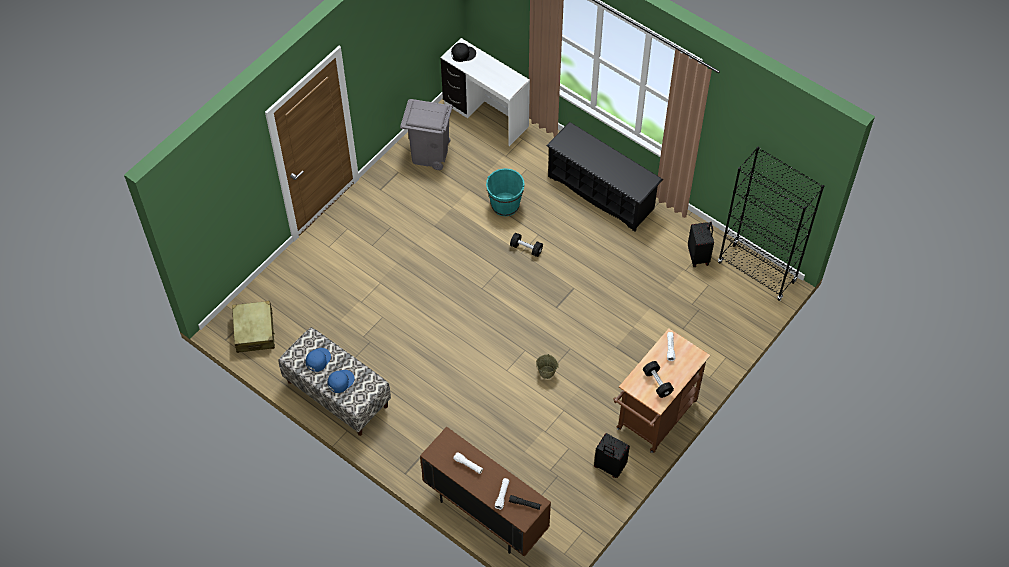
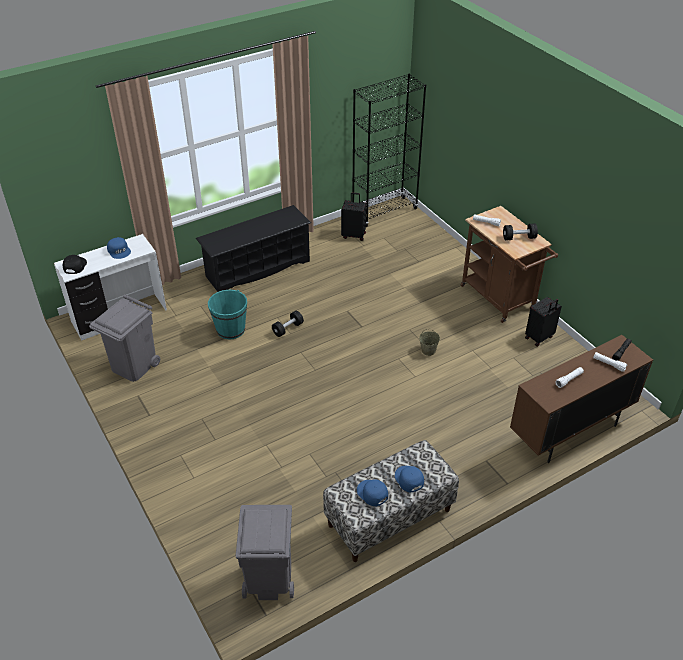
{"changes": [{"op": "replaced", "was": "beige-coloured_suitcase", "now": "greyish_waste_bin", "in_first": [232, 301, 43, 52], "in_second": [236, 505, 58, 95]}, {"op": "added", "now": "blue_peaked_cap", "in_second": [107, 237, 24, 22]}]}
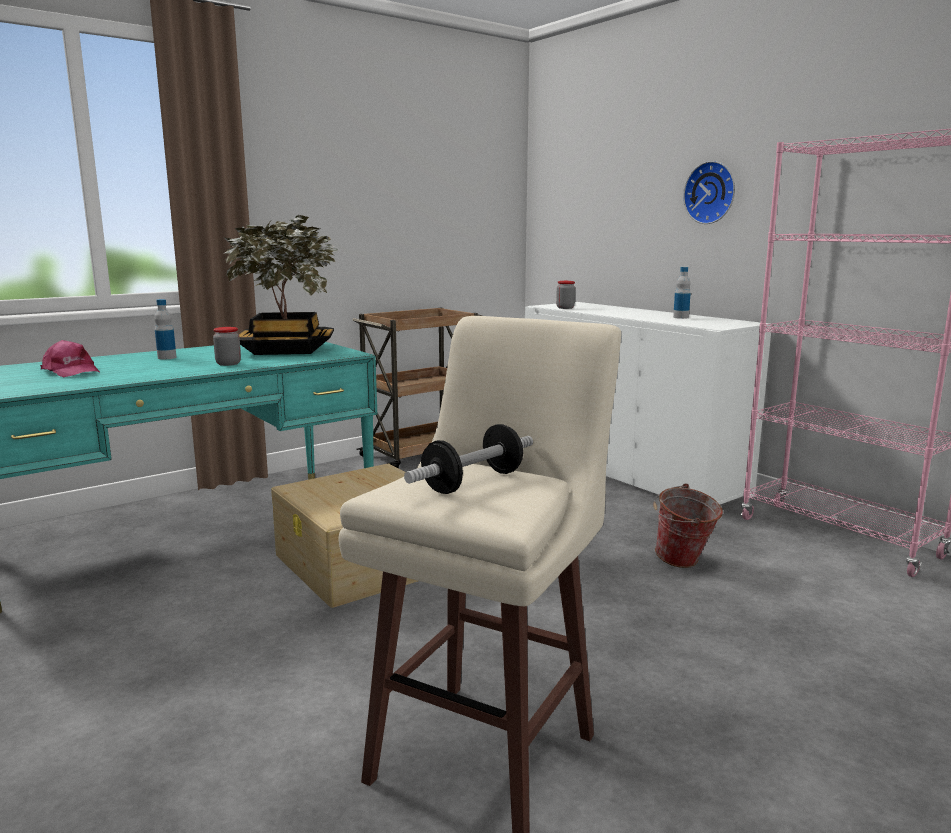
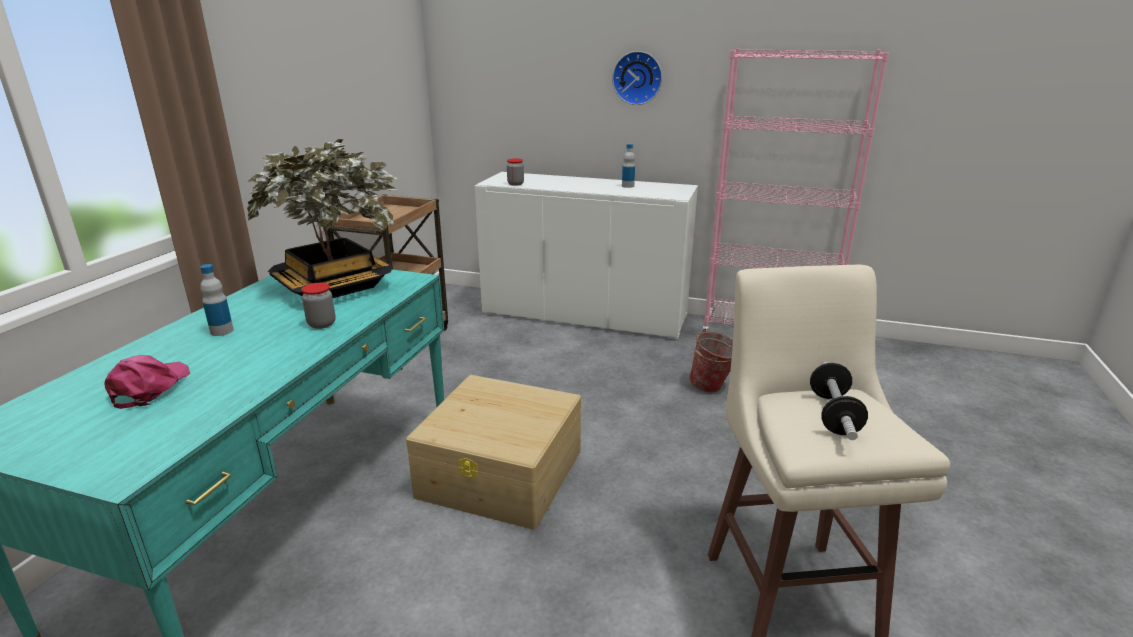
{"changes": [{"op": "turned", "was": "pinkish_peaked_cap", "in_first": [40, 340, 60, 37], "in_second": [105, 355, 85, 54], "clockwise": -90}]}
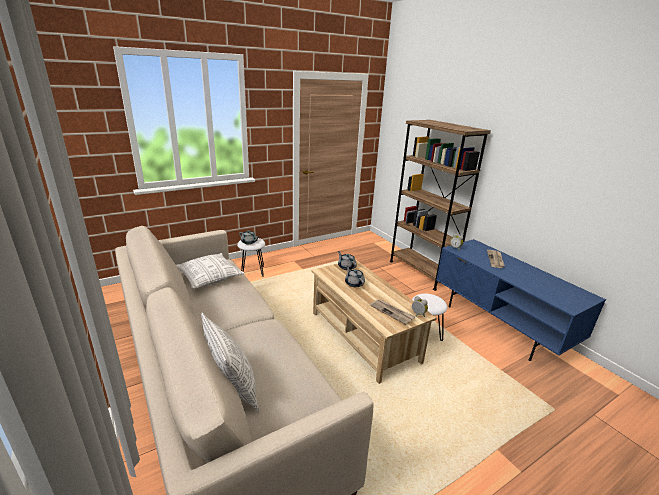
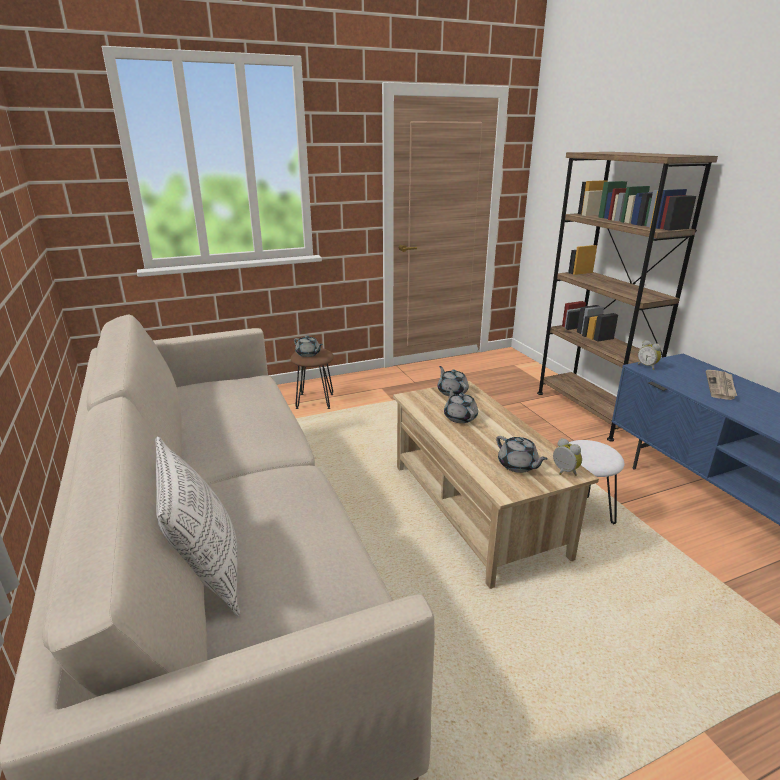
{"changes": [{"op": "recoloured", "was": "whitish_stool_seat", "now": "brown-coloured_stool_seat", "in_first": [237, 238, 28, 39], "in_second": [291, 348, 43, 61]}, {"op": "removed", "was": "throw_pillow", "in_first": [176, 253, 69, 36]}, {"op": "replaced", "was": "newspaper", "now": "greyish_pot_for_tea", "in_first": [370, 299, 46, 26], "in_second": [496, 436, 52, 37]}]}
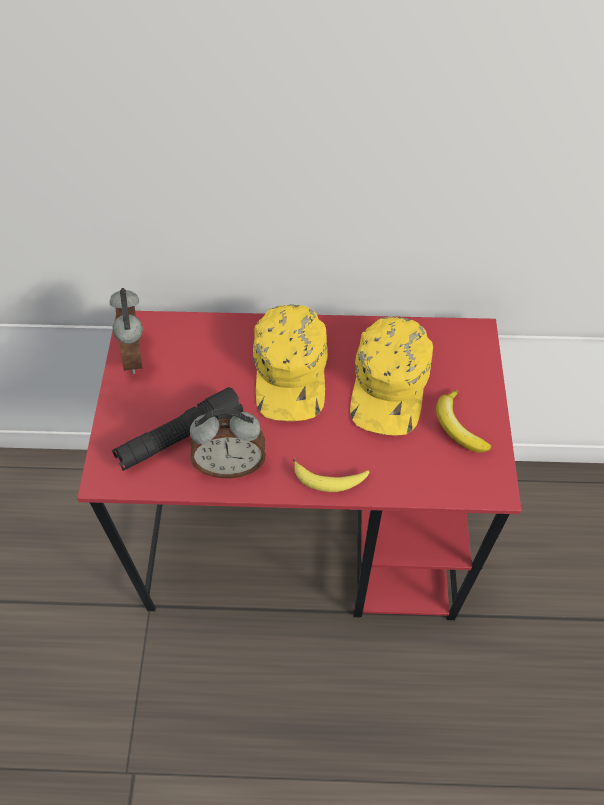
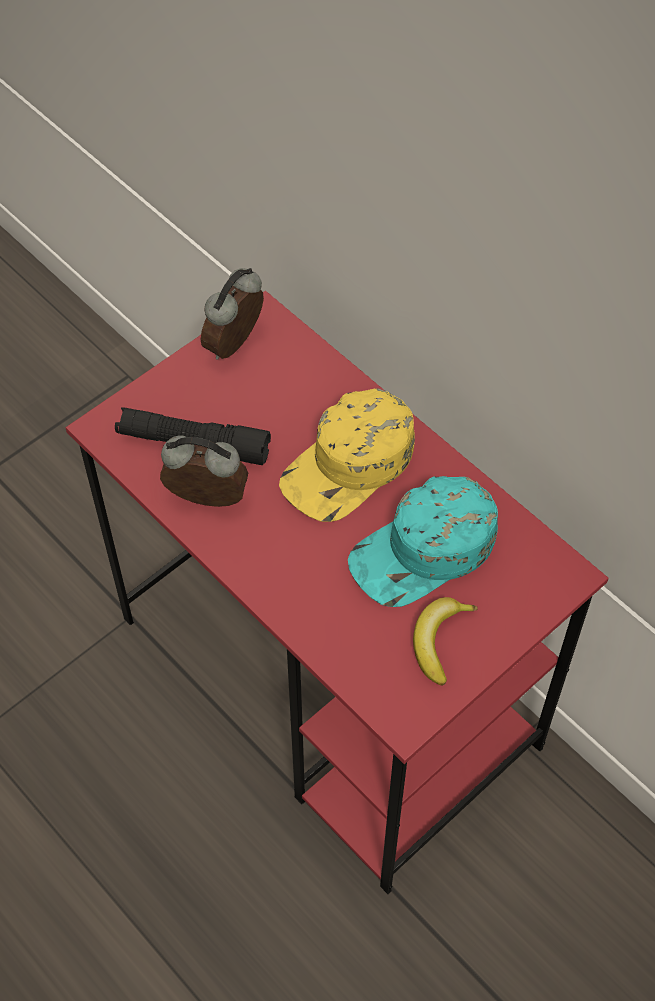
{"changes": [{"op": "recoloured", "was": "yellowish_peaked_cap", "now": "blue-green_peaked_cap", "in_first": [350, 317, 83, 119], "in_second": [348, 476, 150, 131]}, {"op": "turned", "was": "alarm_clock", "in_first": [190, 409, 76, 69], "in_second": [160, 435, 88, 72], "clockwise": 150}, {"op": "removed", "was": "whole_banana", "in_first": [293, 458, 76, 34]}]}
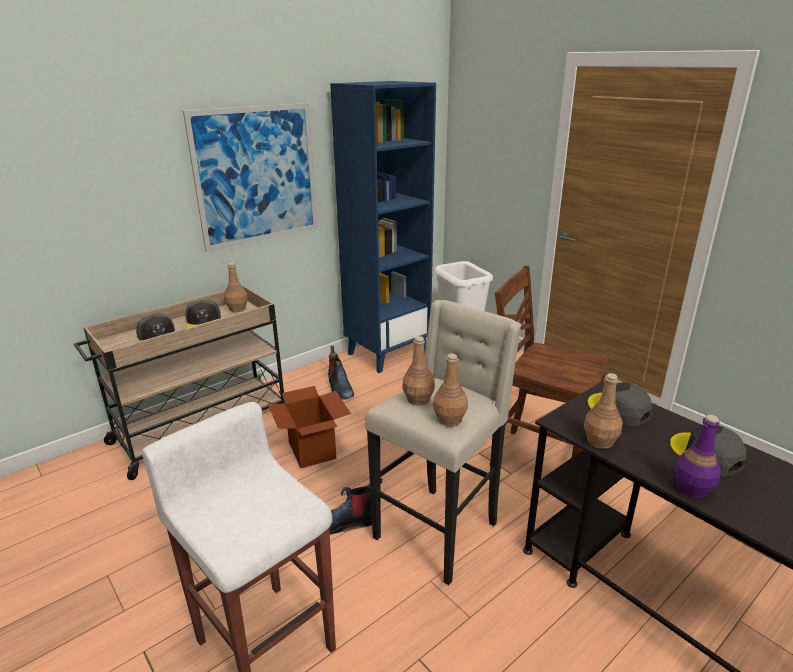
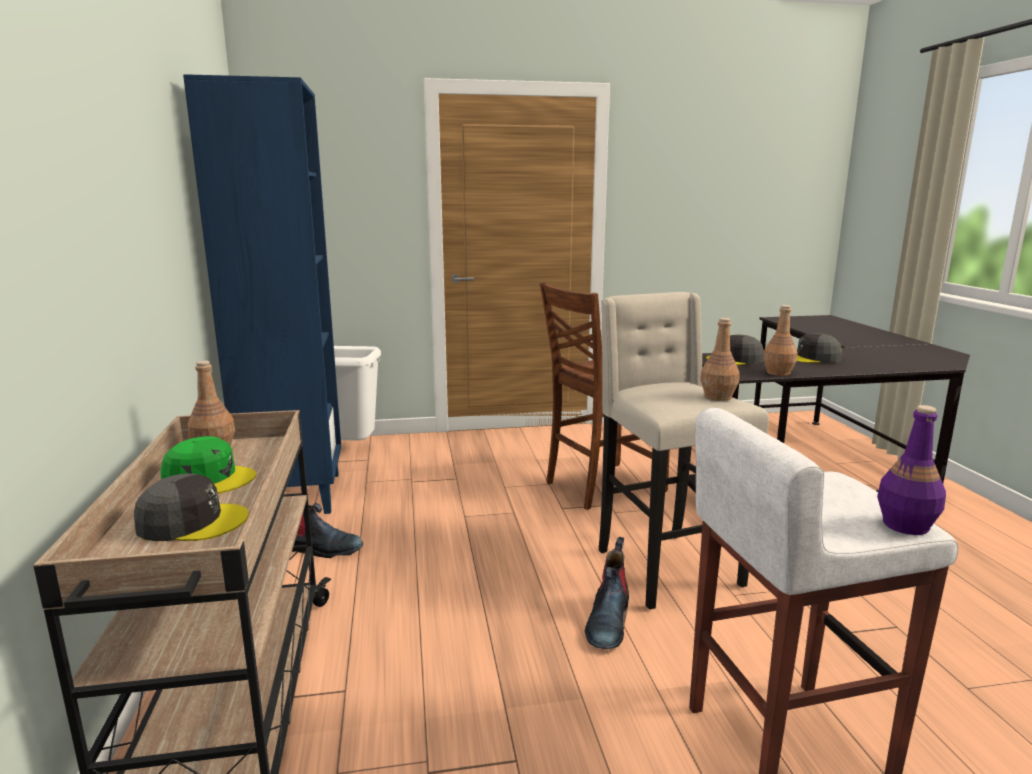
{"changes": [{"op": "removed", "was": "wall_art", "in_first": [183, 103, 134, 149]}, {"op": "recoloured", "was": "greyish_peaked_cap", "now": "green-coloured_peaked_cap", "in_first": [186, 300, 35, 28], "in_second": [160, 436, 96, 57]}, {"op": "removed", "was": "brown-coloured_drink_bottle", "in_first": [402, 336, 33, 70]}, {"op": "removed", "was": "cardboard_box", "in_first": [267, 386, 84, 82]}, {"op": "moved", "was": "purple-coloured_drink_bottle", "in_first": [674, 415, 47, 83], "in_second": [877, 405, 69, 130]}]}
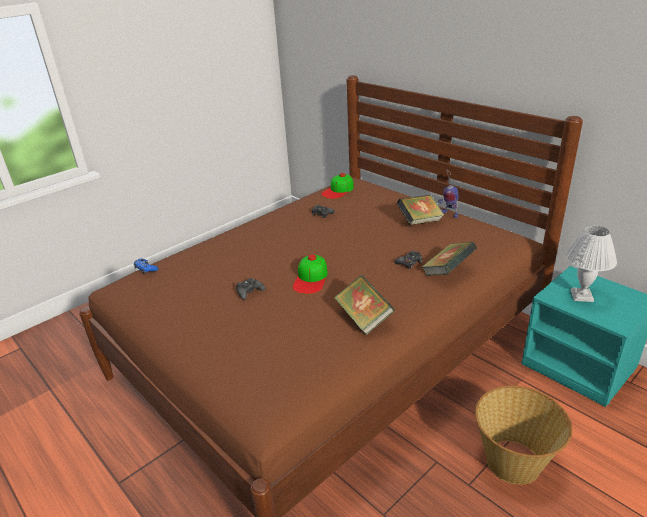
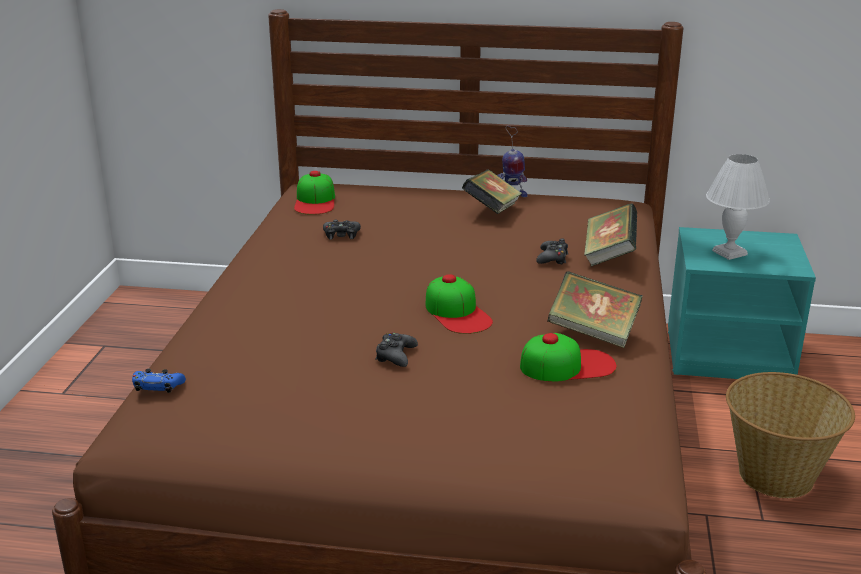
{"changes": [{"op": "added", "now": "peaked_cap", "in_second": [520, 333, 97, 49]}]}
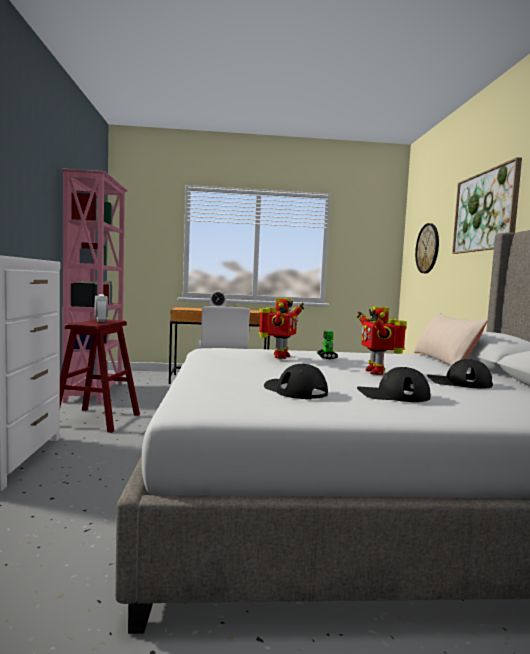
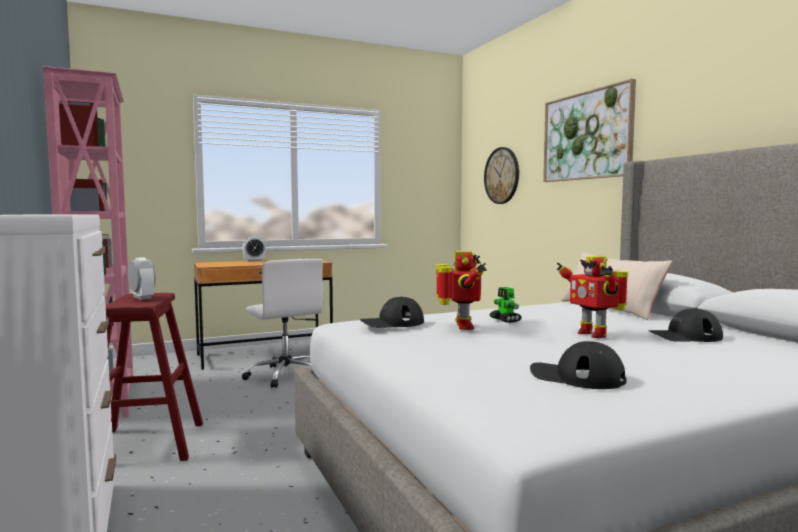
{"changes": [{"op": "moved", "was": "black-coloured_peaked_cap", "in_first": [357, 367, 74, 35], "in_second": [360, 297, 64, 31]}]}
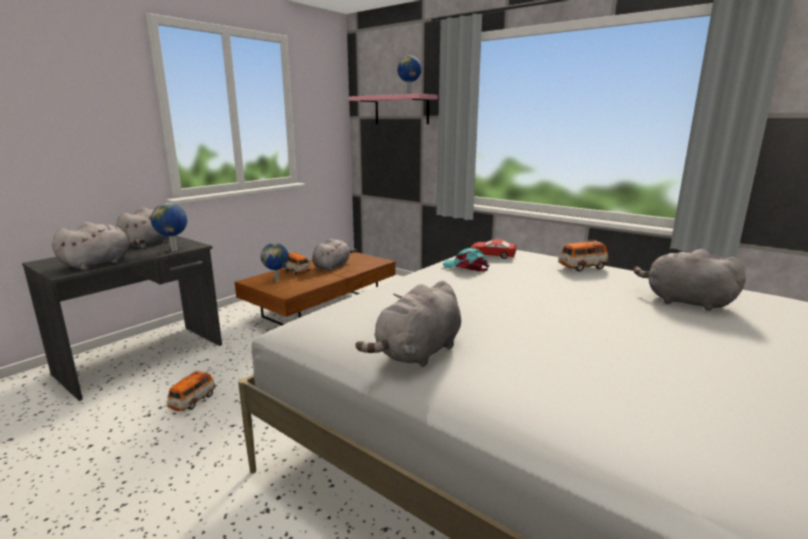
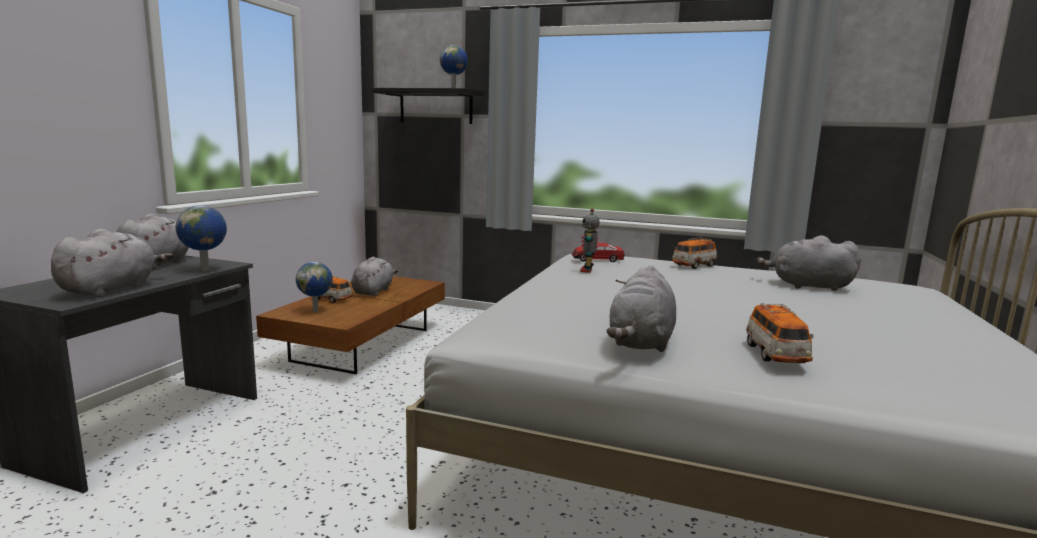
{"changes": [{"op": "recoloured", "was": "pinkish_bracket_shelf", "now": "black-coloured_bracket_shelf", "in_first": [349, 94, 89, 30], "in_second": [372, 88, 112, 36]}, {"op": "replaced", "was": "blue-green_peaked_cap", "now": "robot_figure", "in_first": [443, 248, 46, 24], "in_second": [580, 209, 19, 64]}, {"op": "moved", "was": "miniature_car", "in_first": [166, 370, 50, 41], "in_second": [746, 303, 67, 60]}]}
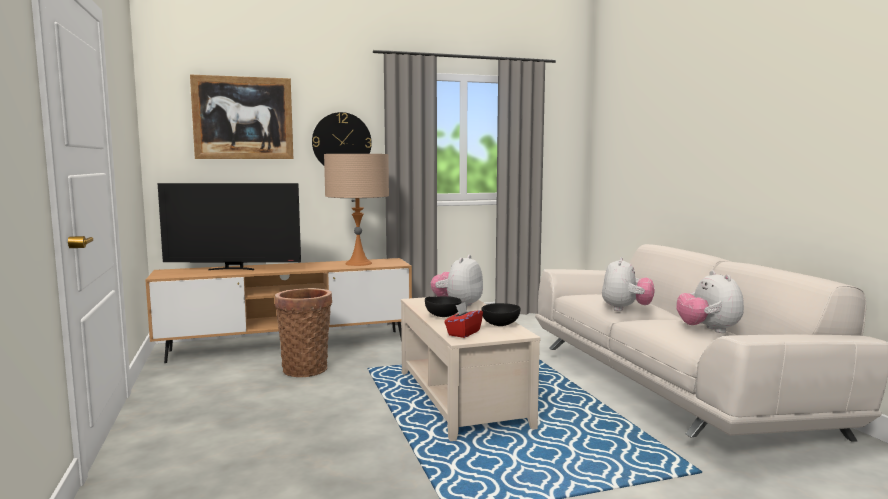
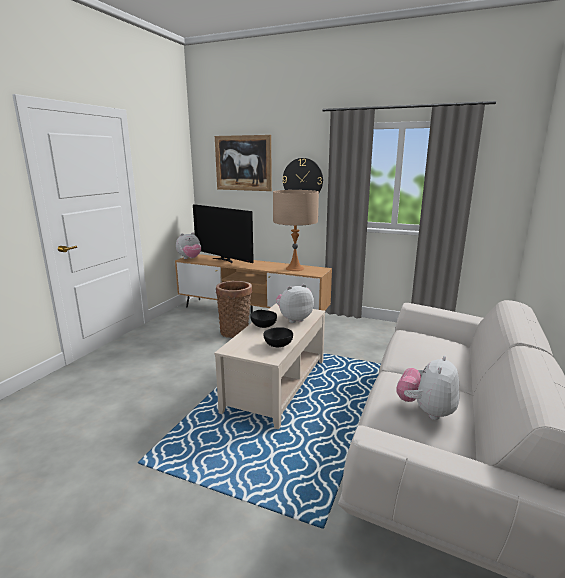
{"changes": [{"op": "moved", "was": "soft_toy", "in_first": [602, 257, 53, 54], "in_second": [176, 232, 25, 27]}, {"op": "removed", "was": "reddish_tissue_box", "in_first": [444, 302, 39, 36]}]}
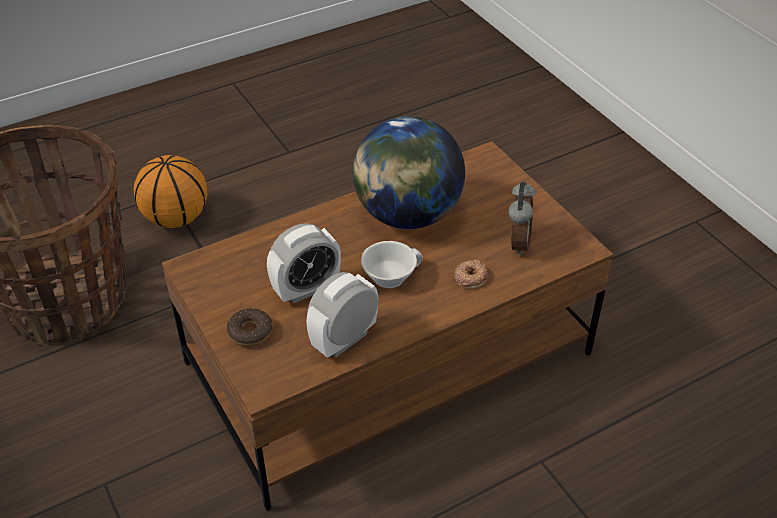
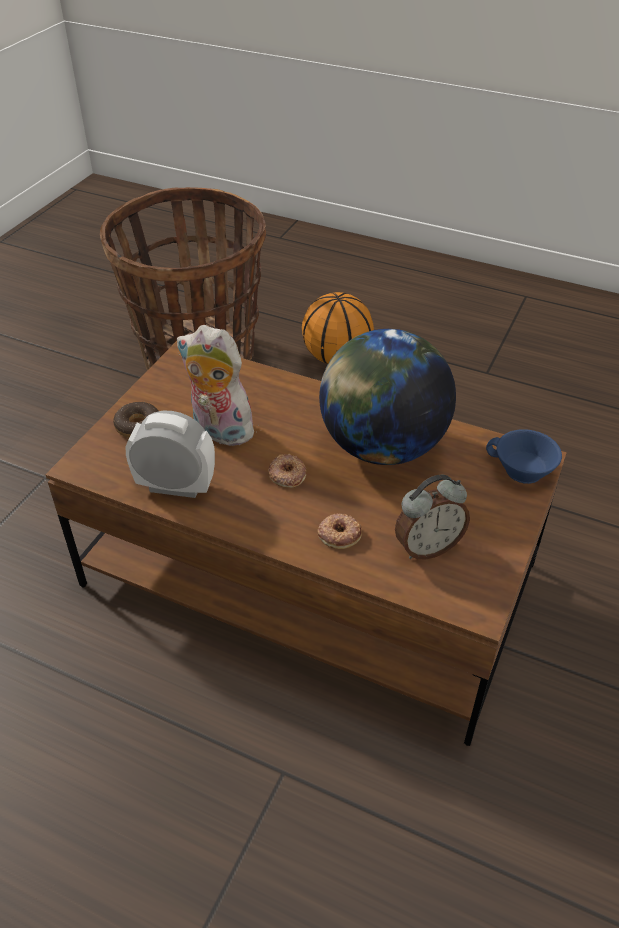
{"changes": [{"op": "replaced", "was": "alarm_clock", "now": "soft_toy", "in_first": [267, 223, 74, 81], "in_second": [177, 325, 77, 121]}, {"op": "replaced", "was": "whitish_small_cup", "now": "doughnut", "in_first": [361, 241, 62, 47], "in_second": [268, 454, 38, 34]}, {"op": "added", "now": "blue_small_cup", "in_second": [486, 429, 76, 55]}]}
